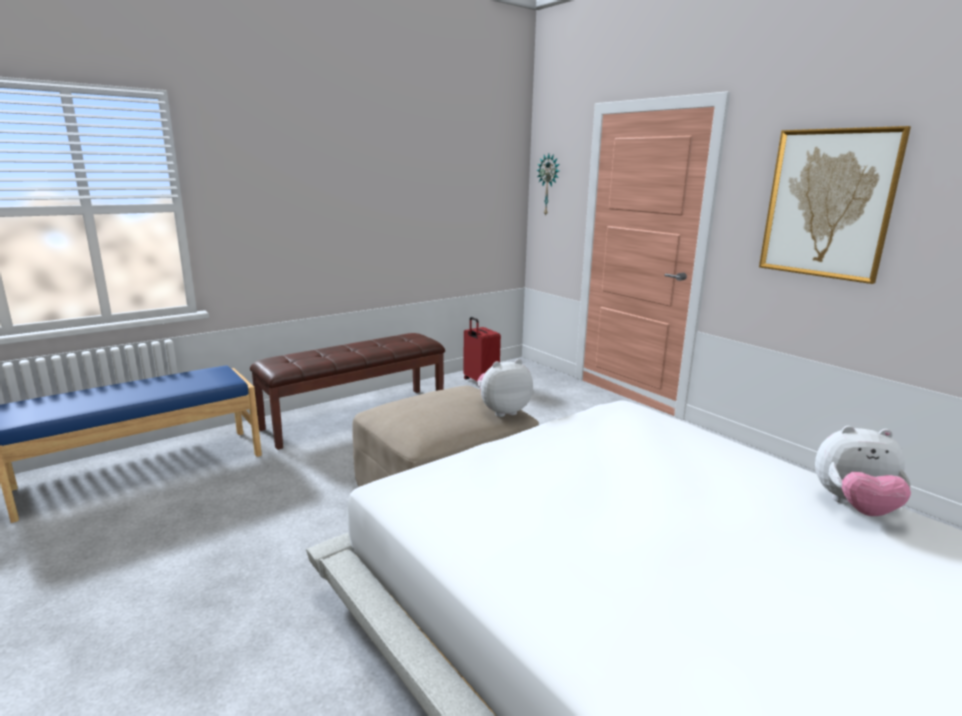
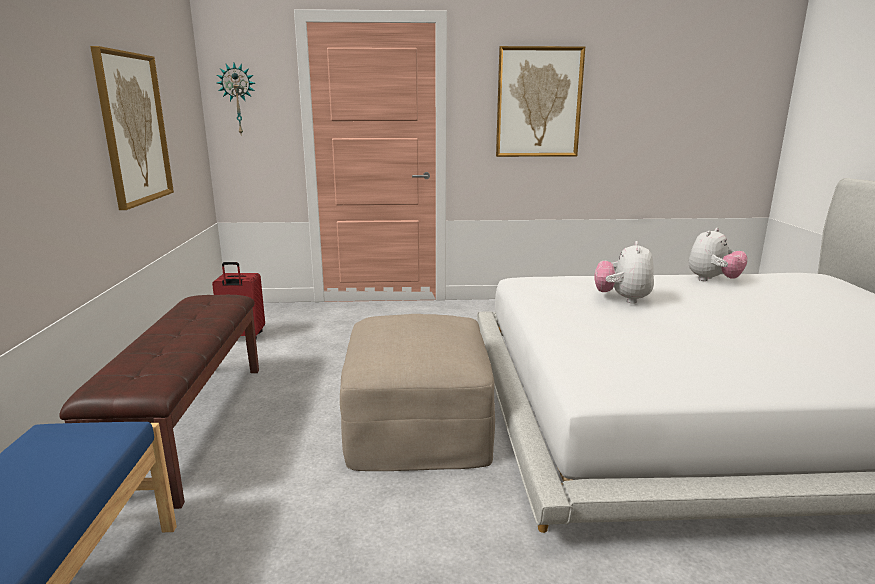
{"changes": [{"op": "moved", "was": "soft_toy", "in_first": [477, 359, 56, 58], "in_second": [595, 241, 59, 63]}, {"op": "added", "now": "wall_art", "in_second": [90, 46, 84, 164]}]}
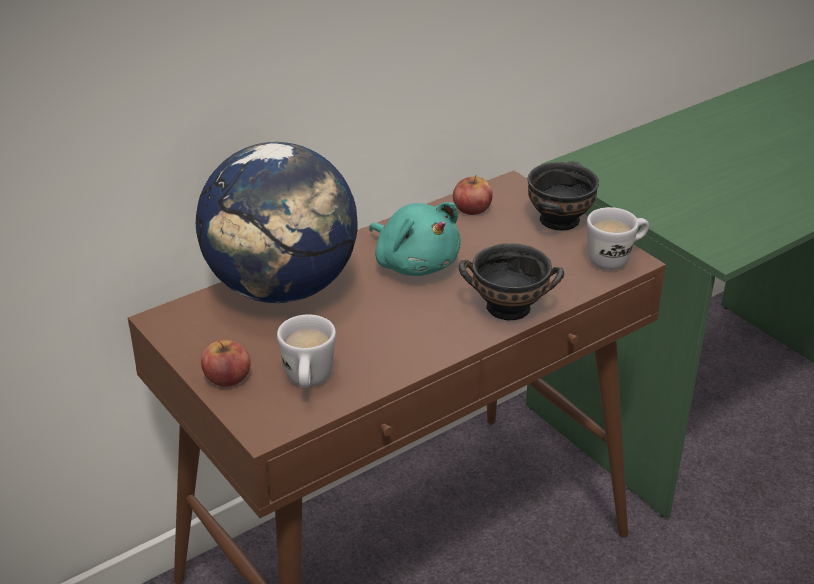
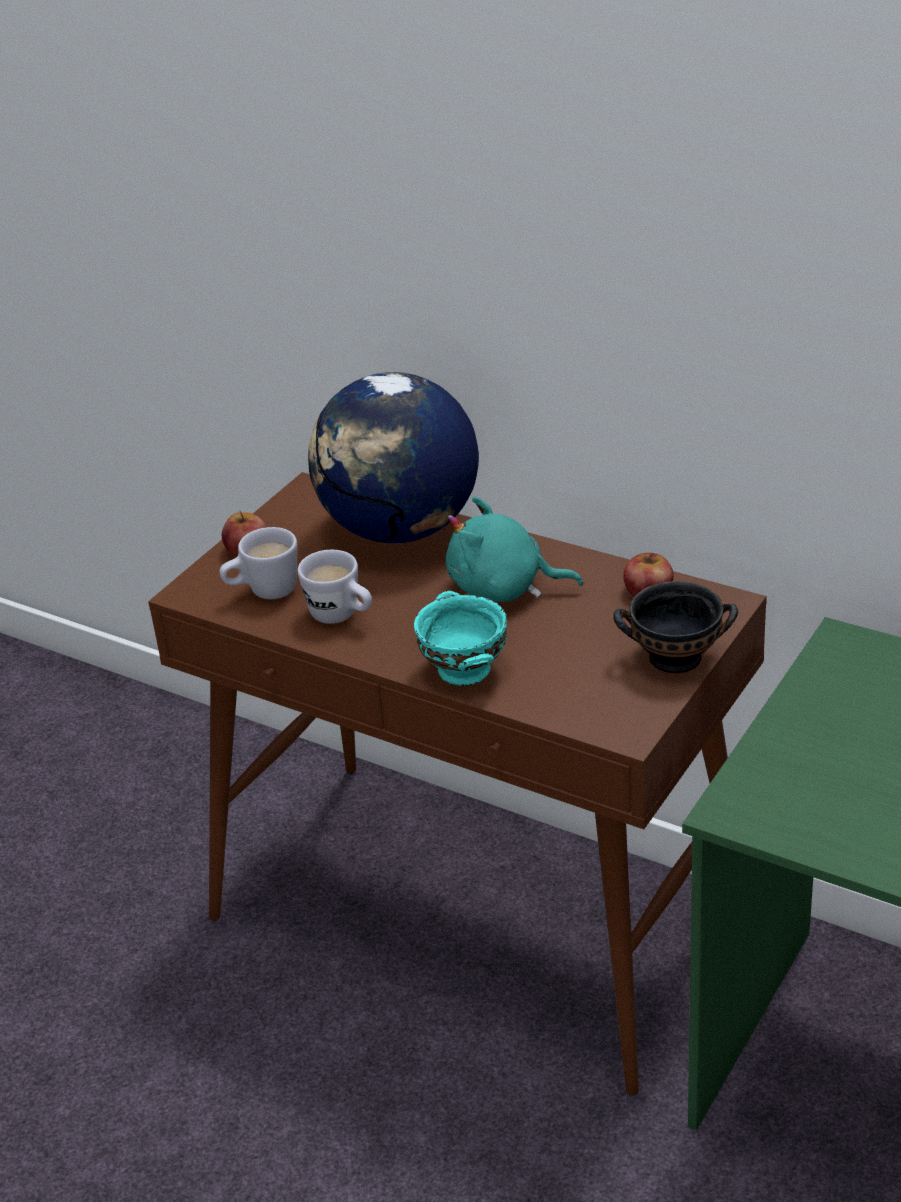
{"changes": [{"op": "turned", "was": "blue-green_soft_toy", "in_first": [369, 202, 92, 74], "in_second": [446, 496, 137, 106], "clockwise": 75}, {"op": "moved", "was": "whitish_tea_mug", "in_first": [587, 207, 62, 63], "in_second": [298, 550, 74, 74]}, {"op": "recoloured", "was": "black-coloured_deep_dish", "now": "blue-green_deep_dish", "in_first": [459, 243, 105, 78], "in_second": [414, 591, 93, 95]}]}
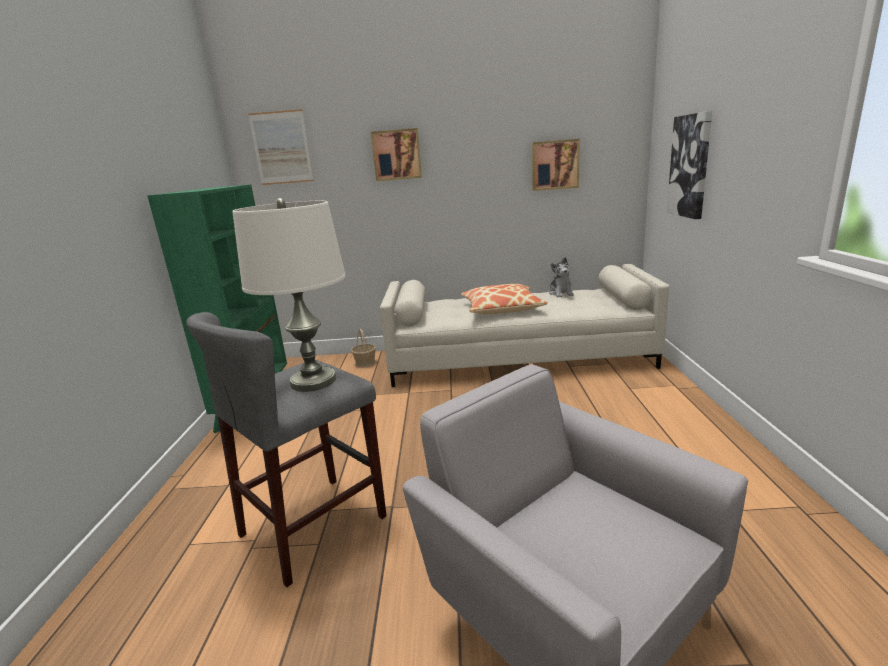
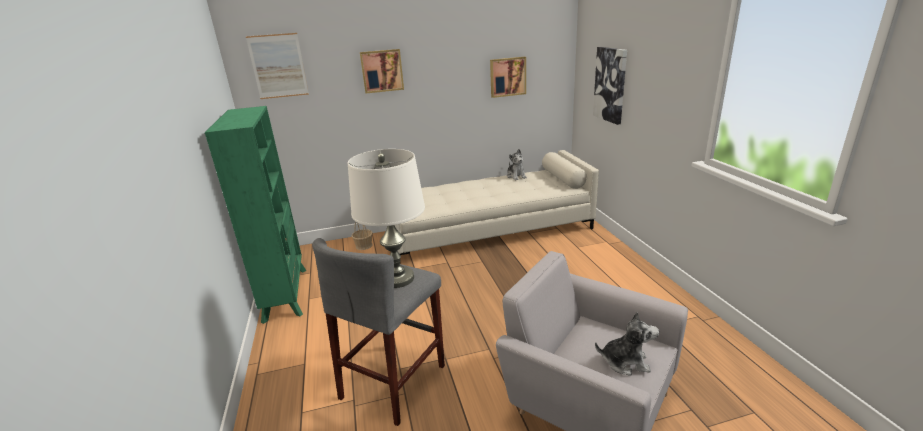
{"changes": [{"op": "removed", "was": "throw_pillow", "in_first": [461, 284, 87, 30]}, {"op": "added", "now": "soft_toy", "in_second": [595, 312, 64, 64]}]}
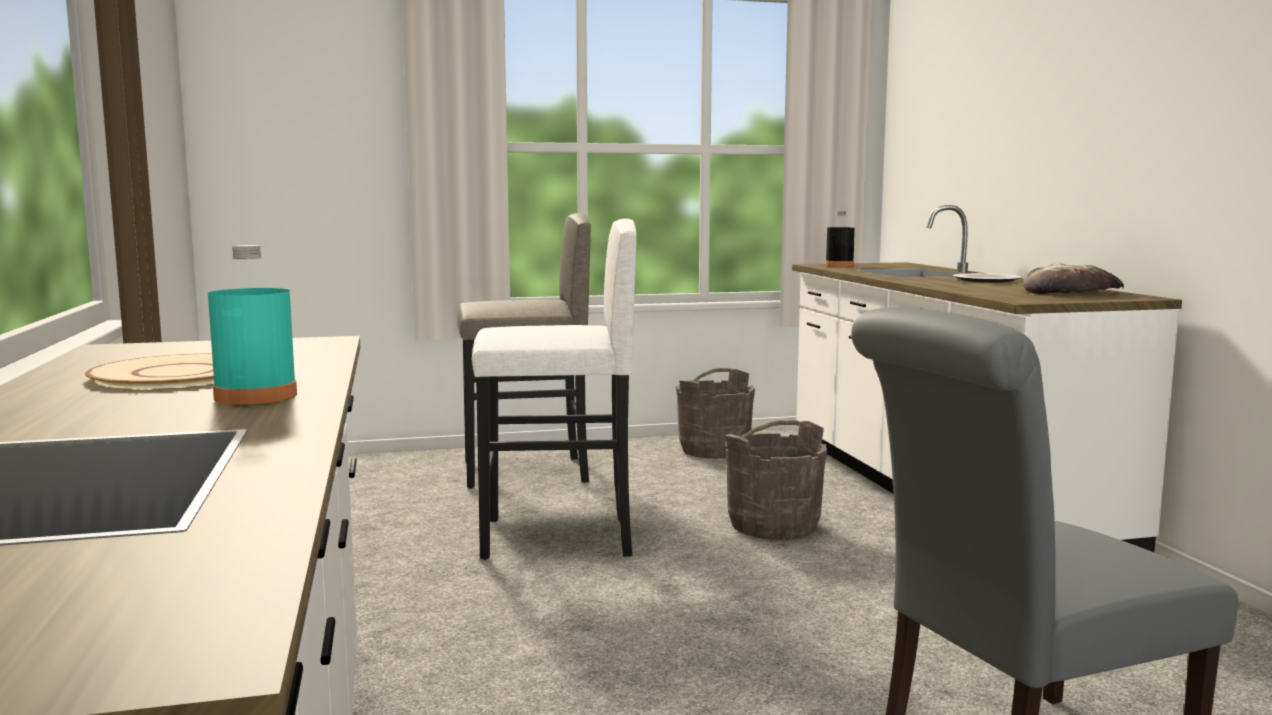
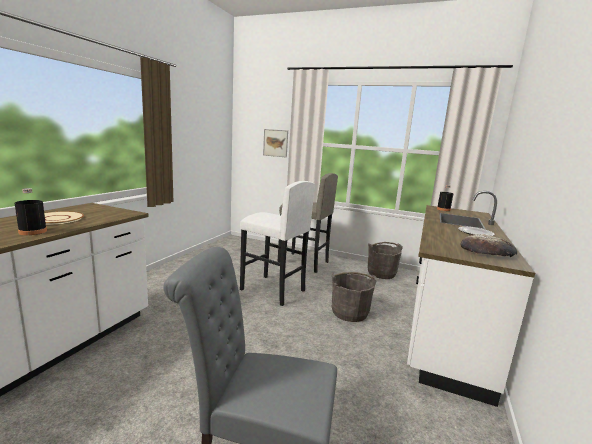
{"changes": [{"op": "recoloured", "was": "blue-green_drink_bottle", "now": "black-coloured_drink_bottle", "in_first": [208, 245, 89, 160], "in_second": [15, 188, 32, 47]}, {"op": "added", "now": "wall_art", "in_second": [263, 129, 25, 29]}]}
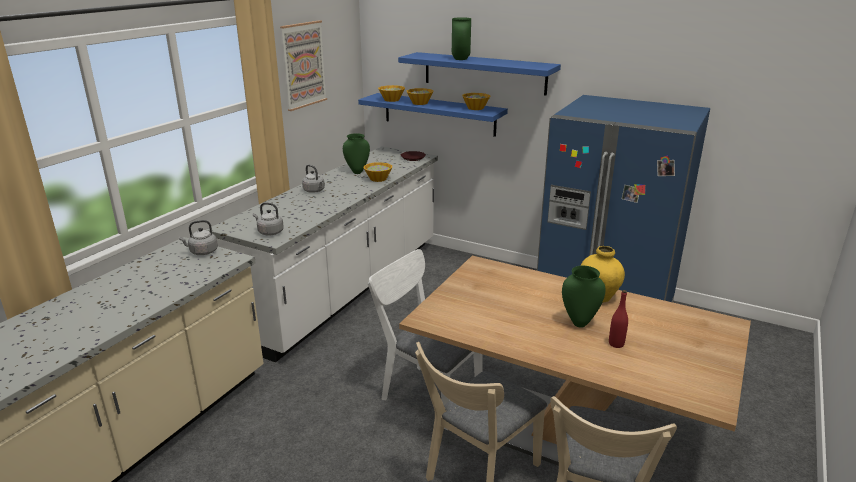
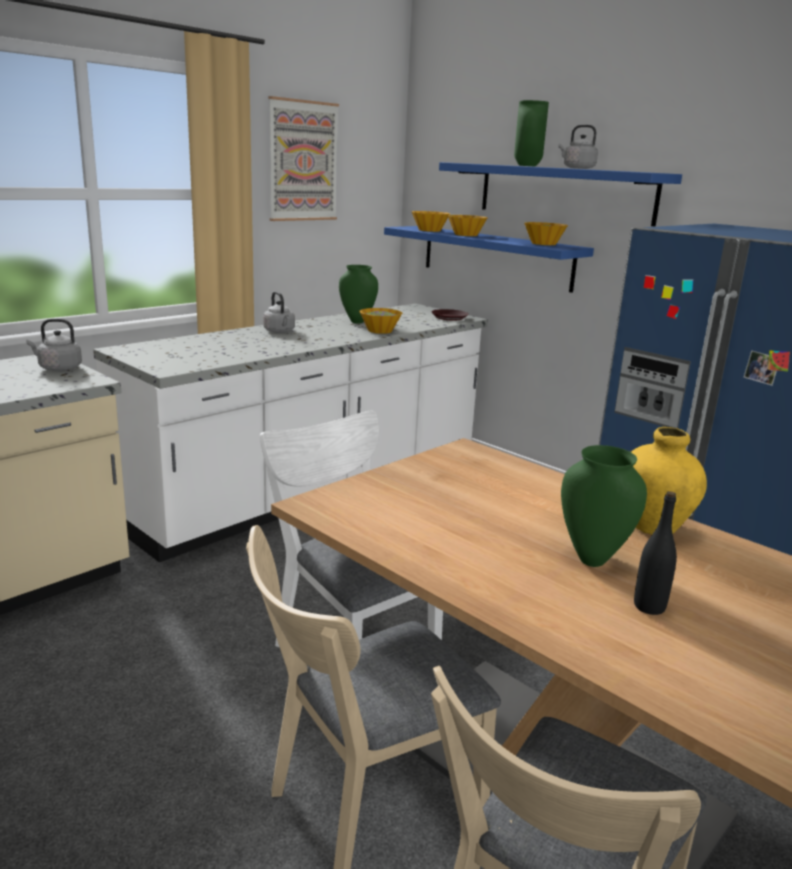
{"changes": [{"op": "moved", "was": "greyish_water_kettle", "in_first": [253, 202, 31, 34], "in_second": [558, 125, 40, 44]}, {"op": "recoloured", "was": "reddish_drink_bottle", "now": "black-coloured_drink_bottle", "in_first": [609, 290, 19, 58], "in_second": [634, 491, 43, 124]}]}
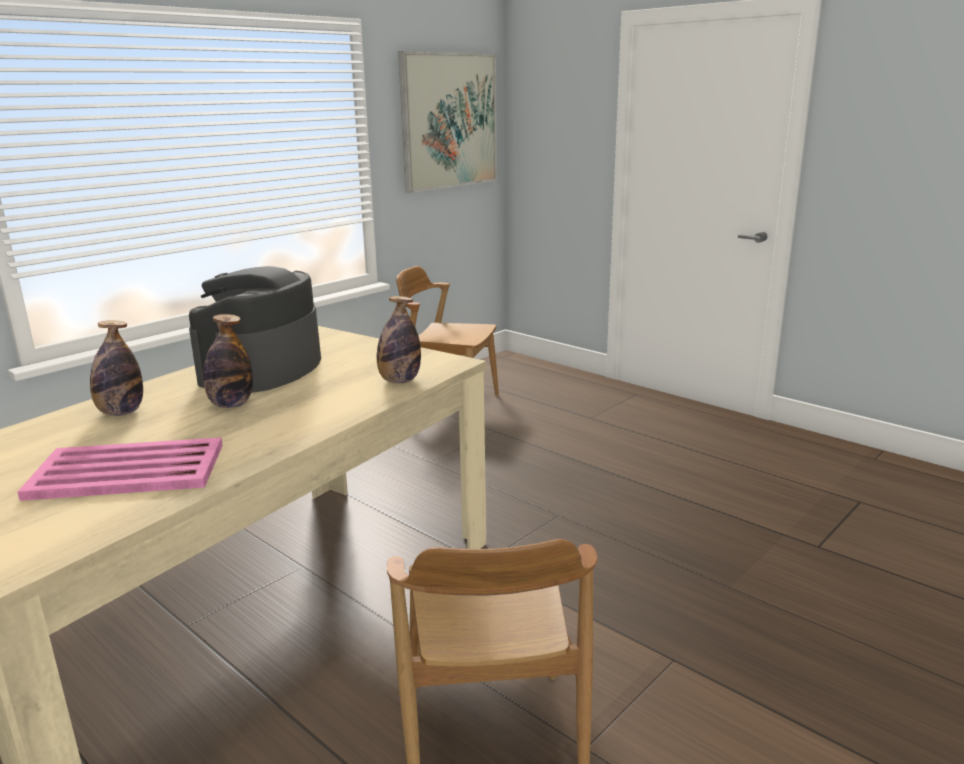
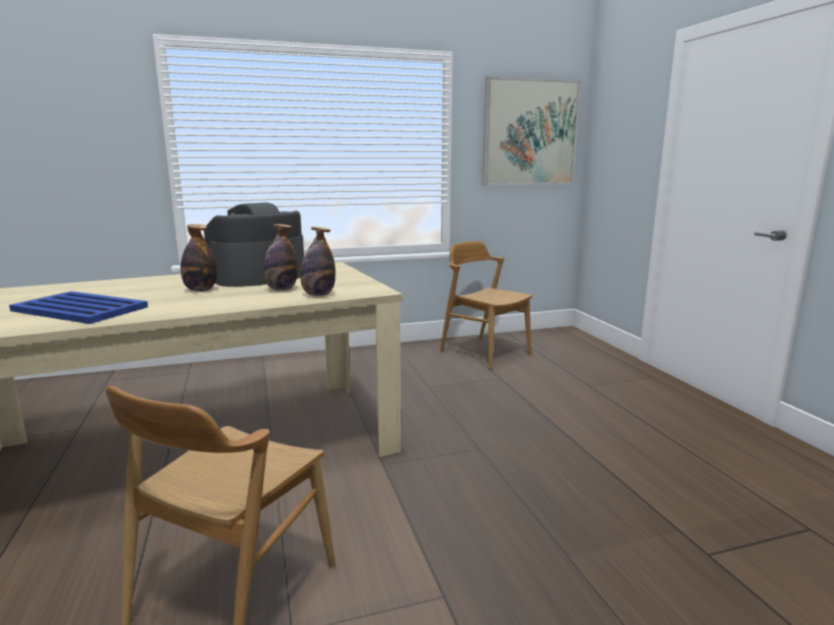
{"changes": [{"op": "moved", "was": "drink_bottle", "in_first": [90, 320, 53, 96], "in_second": [264, 224, 34, 66]}, {"op": "recoloured", "was": "pinkish_carrying_tray", "now": "blue_carrying_tray", "in_first": [18, 437, 205, 64], "in_second": [9, 291, 139, 33]}]}
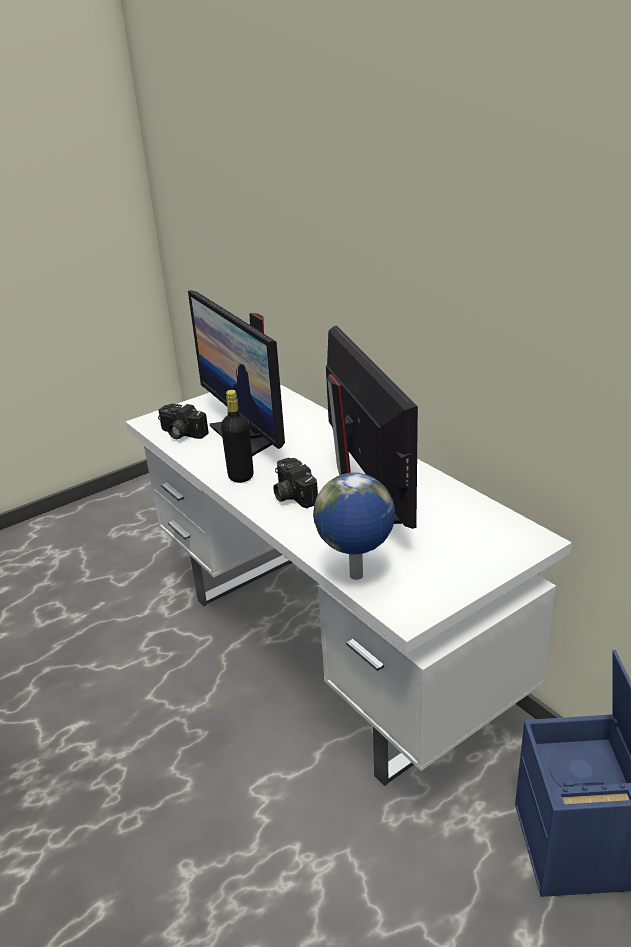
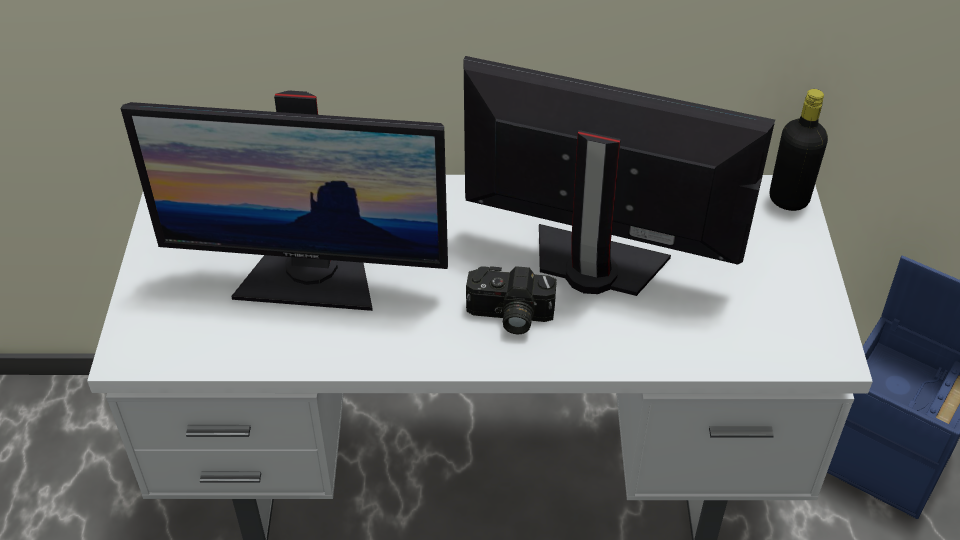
{"changes": [{"op": "moved", "was": "black-coloured_drink_bottle", "in_first": [221, 390, 32, 93], "in_second": [770, 89, 58, 122]}, {"op": "removed", "was": "photo_camera", "in_first": [158, 404, 51, 35]}, {"op": "removed", "was": "world_globe", "in_first": [313, 473, 82, 107]}]}
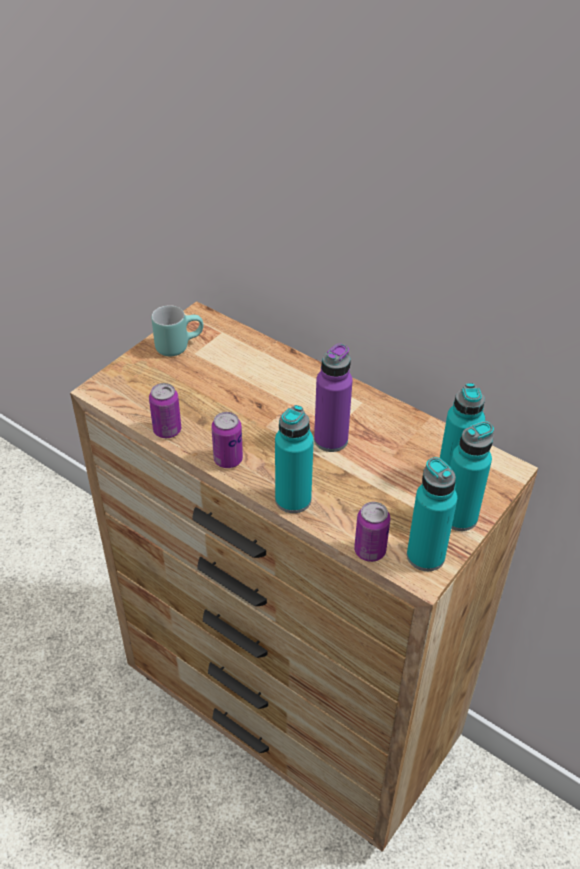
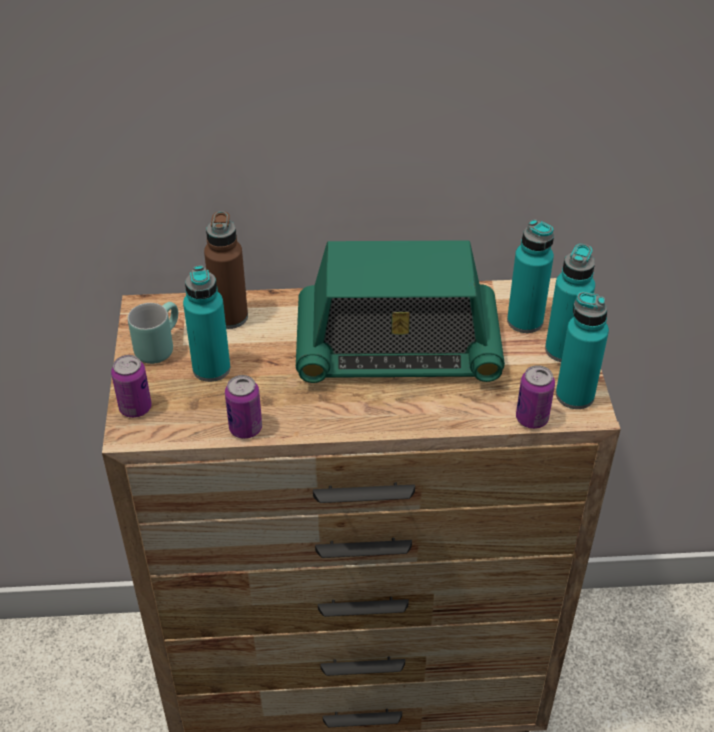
{"changes": [{"op": "replaced", "was": "purple-coloured_drink_bottle", "now": "radio_set", "in_first": [314, 344, 39, 108], "in_second": [296, 240, 209, 143]}, {"op": "moved", "was": "blue-green_drink_bottle", "in_first": [275, 405, 39, 108], "in_second": [183, 265, 47, 117]}, {"op": "moved", "was": "metal_can", "in_first": [211, 412, 32, 56], "in_second": [111, 355, 41, 63]}, {"op": "added", "now": "brown-coloured_drink_bottle", "in_second": [204, 211, 44, 118]}]}
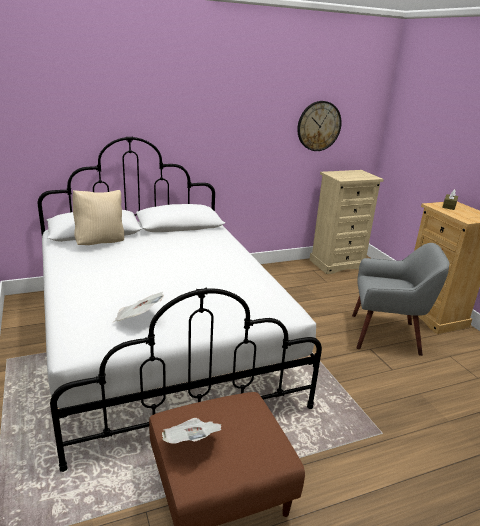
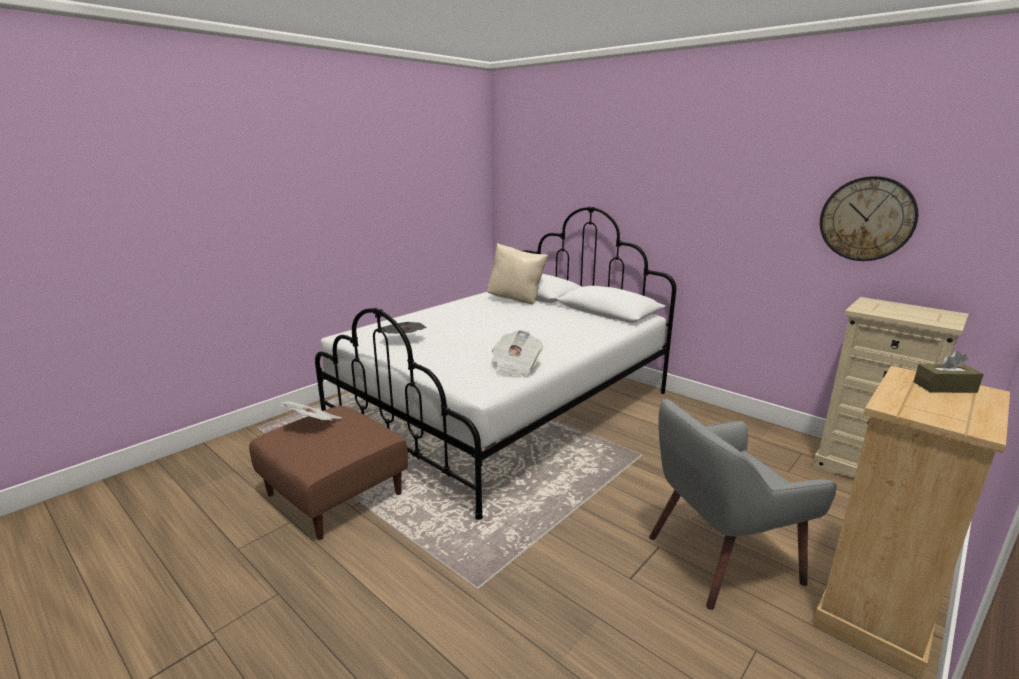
{"changes": [{"op": "turned", "was": "greyish_armchair", "in_first": [352, 243, 97, 113], "in_second": [649, 399, 187, 211], "clockwise": 90}, {"op": "added", "now": "newspaper", "in_second": [492, 330, 51, 47]}]}
